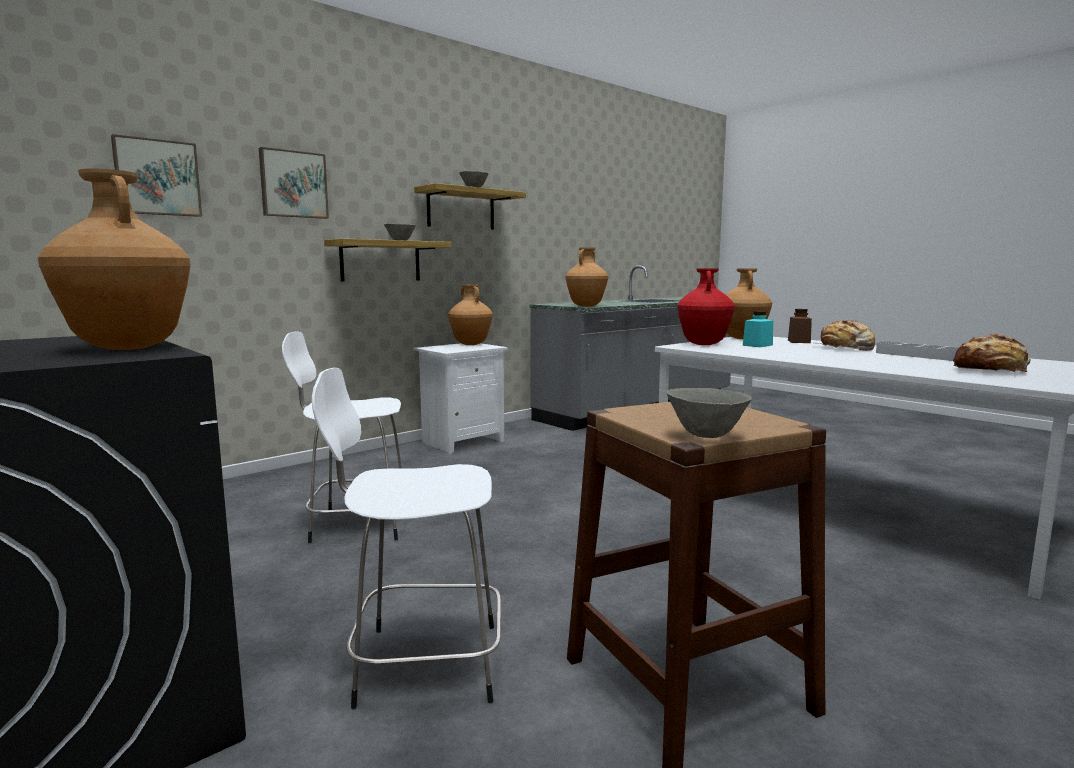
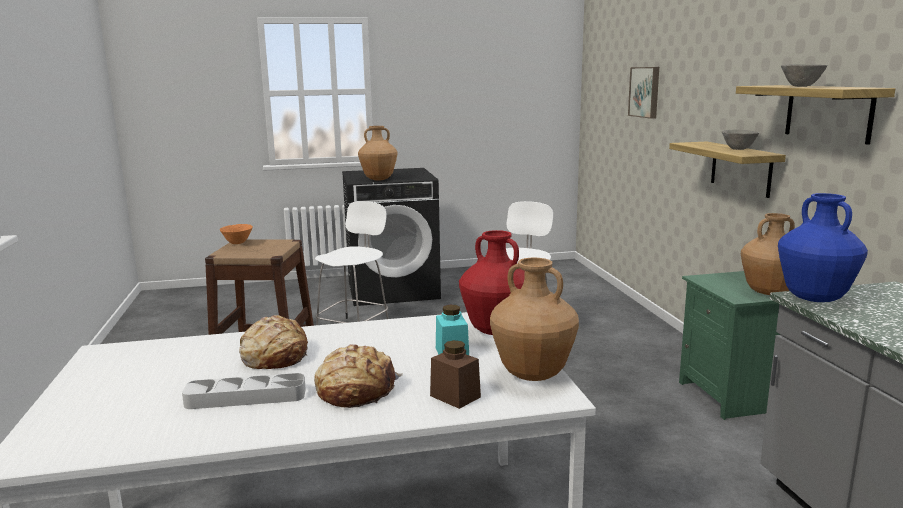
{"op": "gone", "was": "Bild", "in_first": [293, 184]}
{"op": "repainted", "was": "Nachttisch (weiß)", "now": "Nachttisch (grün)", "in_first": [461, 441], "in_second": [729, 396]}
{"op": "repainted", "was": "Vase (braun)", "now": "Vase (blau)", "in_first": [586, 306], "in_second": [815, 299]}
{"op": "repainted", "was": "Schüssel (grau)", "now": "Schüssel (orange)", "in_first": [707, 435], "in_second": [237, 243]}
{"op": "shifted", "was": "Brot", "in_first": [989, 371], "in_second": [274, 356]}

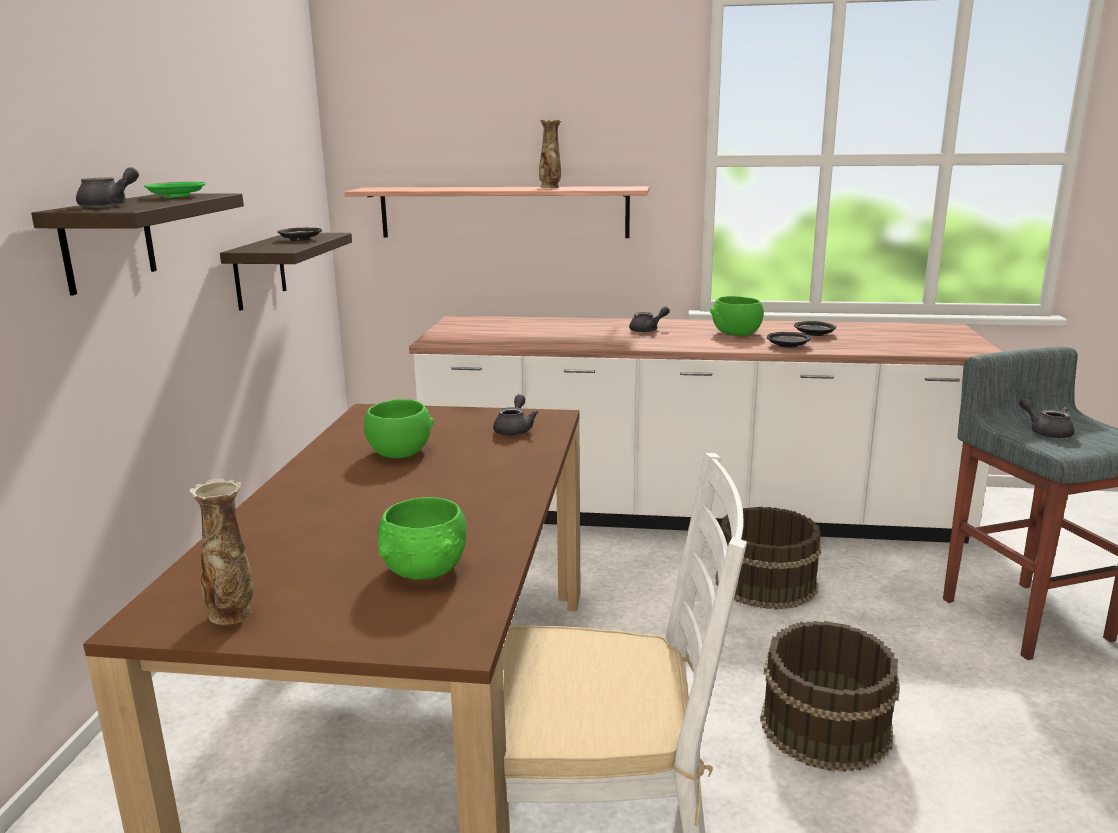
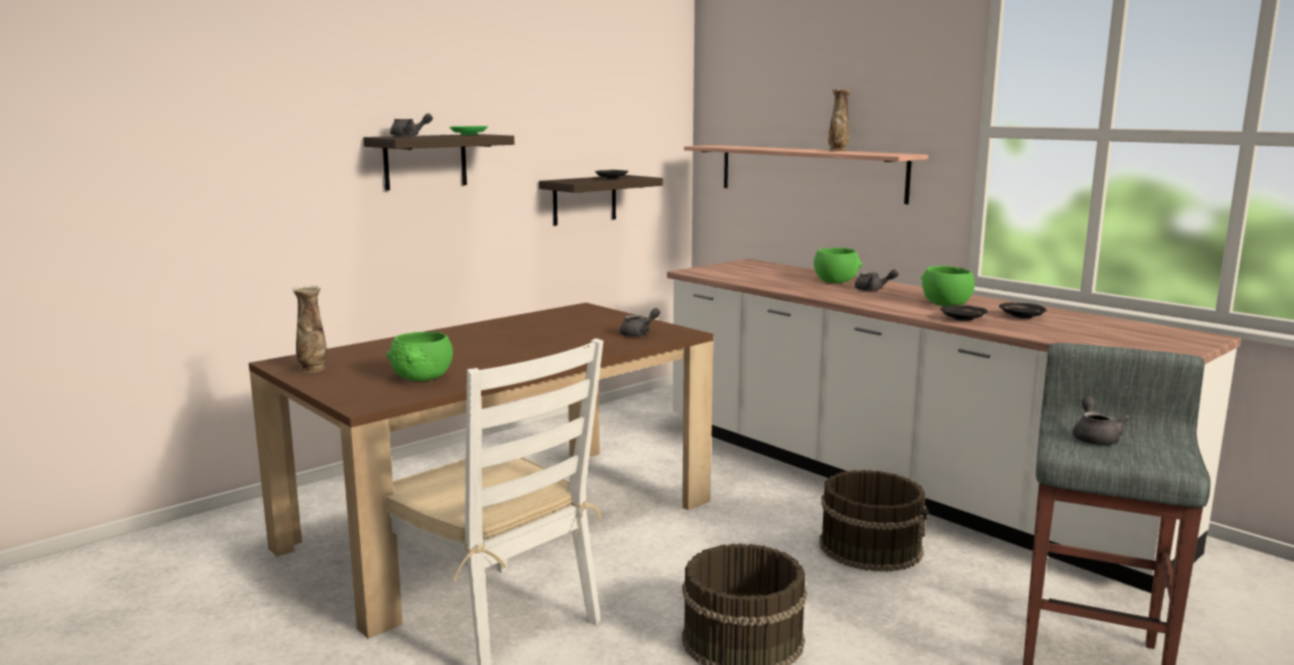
{"op": "shifted", "was": "Schüssel (grün)", "in_first": [399, 452], "in_second": [835, 281]}

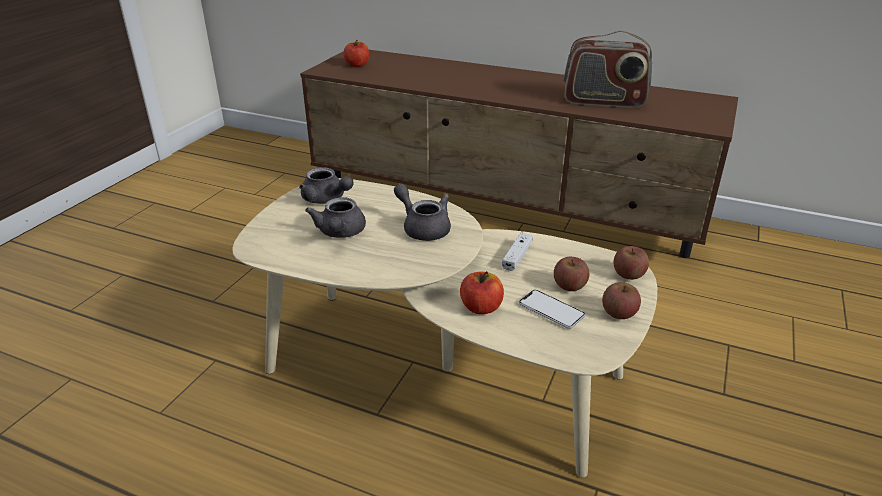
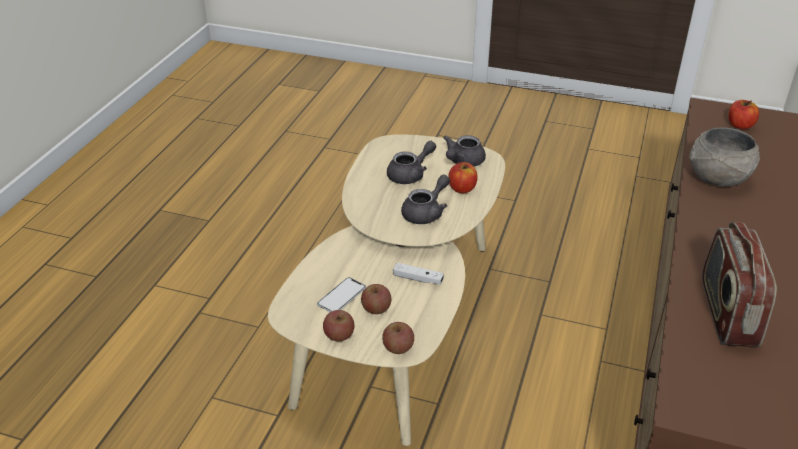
{"op": "rotated", "was": "Teekanne (grau)", "in_first": [340, 233], "in_second": [410, 175], "clockwise": 150}
{"op": "shifted", "was": "Apfel", "in_first": [481, 307], "in_second": [462, 188]}
{"op": "new", "now": "Schüssel (grau)", "in_second": [717, 178]}

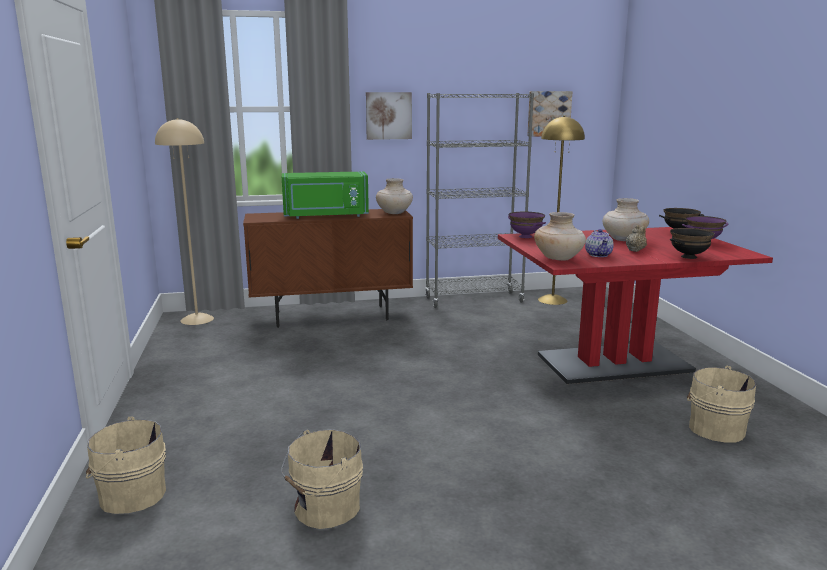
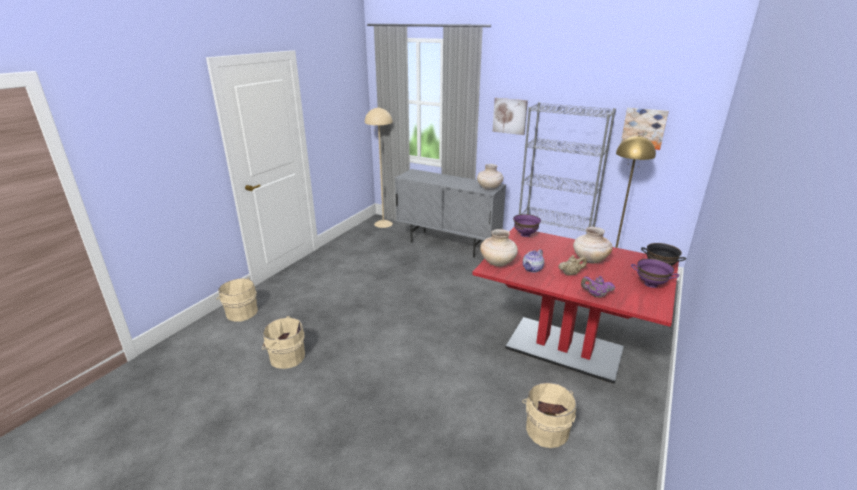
{"op": "repainted", "was": "Schrank (braun)", "now": "Schrank (grau)", "in_first": [332, 316], "in_second": [448, 244]}
{"op": "gone", "was": "Mikrowelle (grün)", "in_first": [326, 216]}
{"op": "swapped", "was": "Schüssel (schwarz)", "now": "Teekanne (lila)", "in_first": [689, 257], "in_second": [595, 295]}

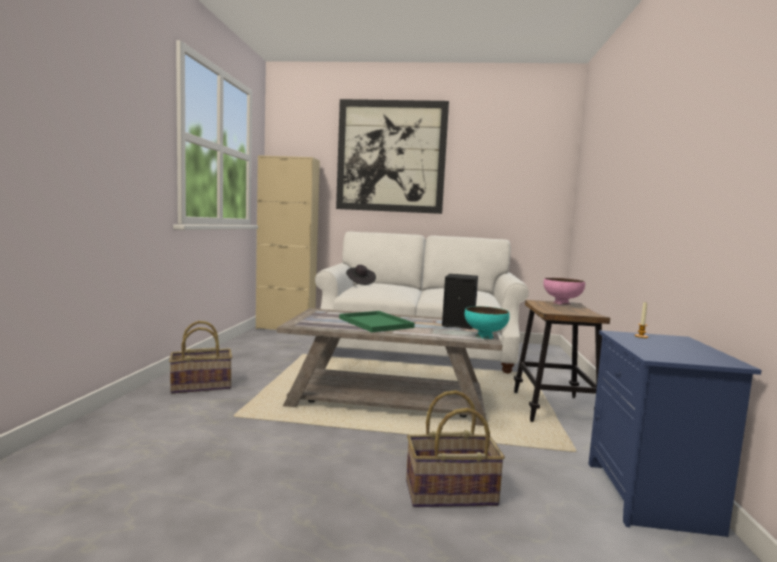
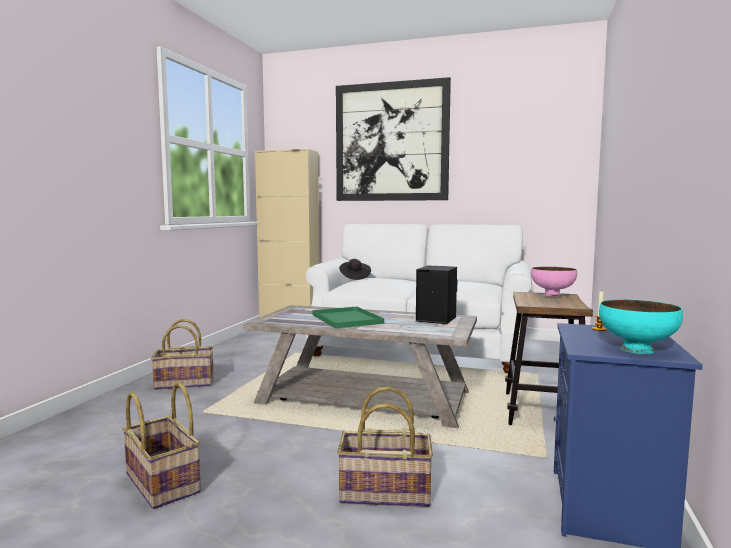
{"op": "shifted", "was": "Schüssel (türkis)", "in_first": [485, 336], "in_second": [637, 349]}
{"op": "new", "now": "Korb", "in_second": [164, 482]}

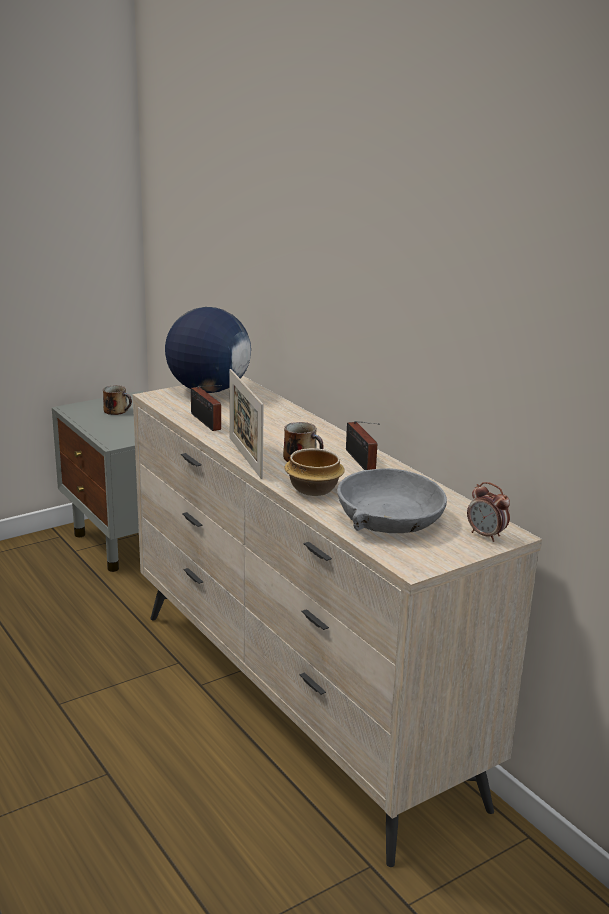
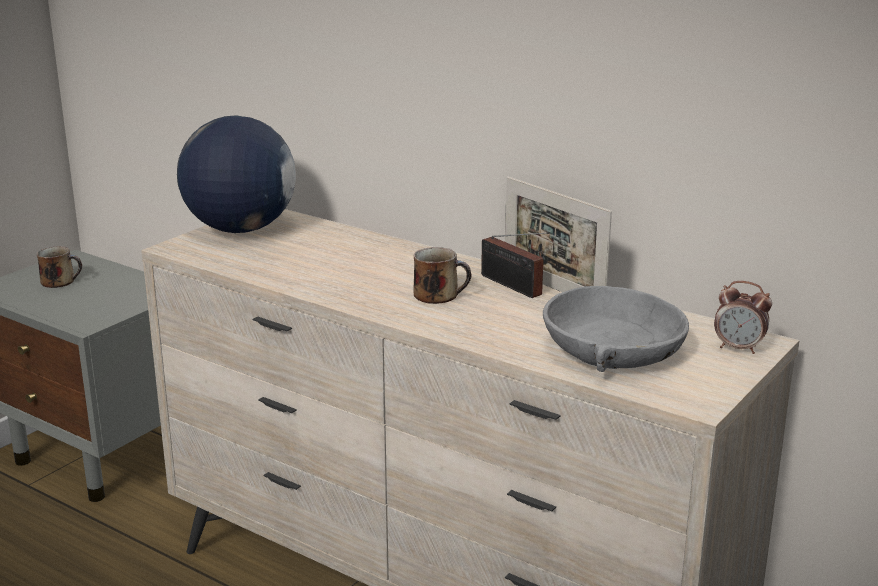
{"op": "gone", "was": "Radio", "in_first": [206, 422]}
{"op": "shifted", "was": "Bilderrahmen", "in_first": [245, 457], "in_second": [552, 288]}
{"op": "gone", "was": "Schüssel", "in_first": [312, 489]}

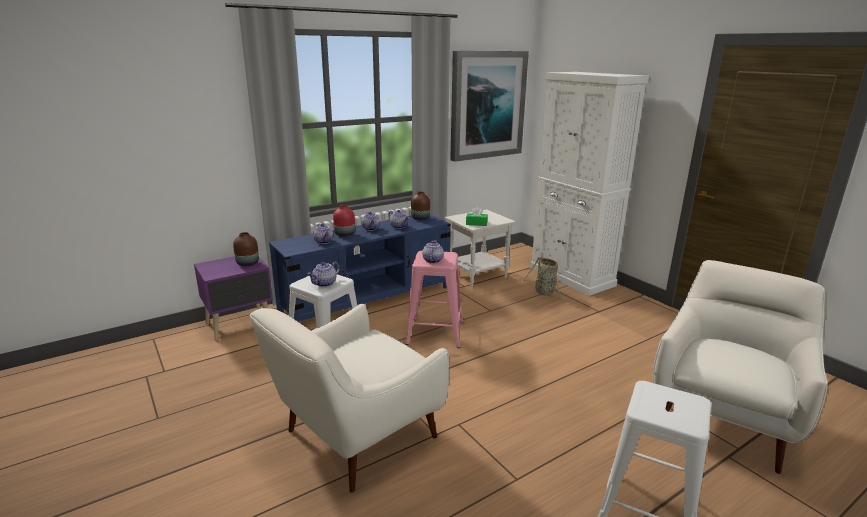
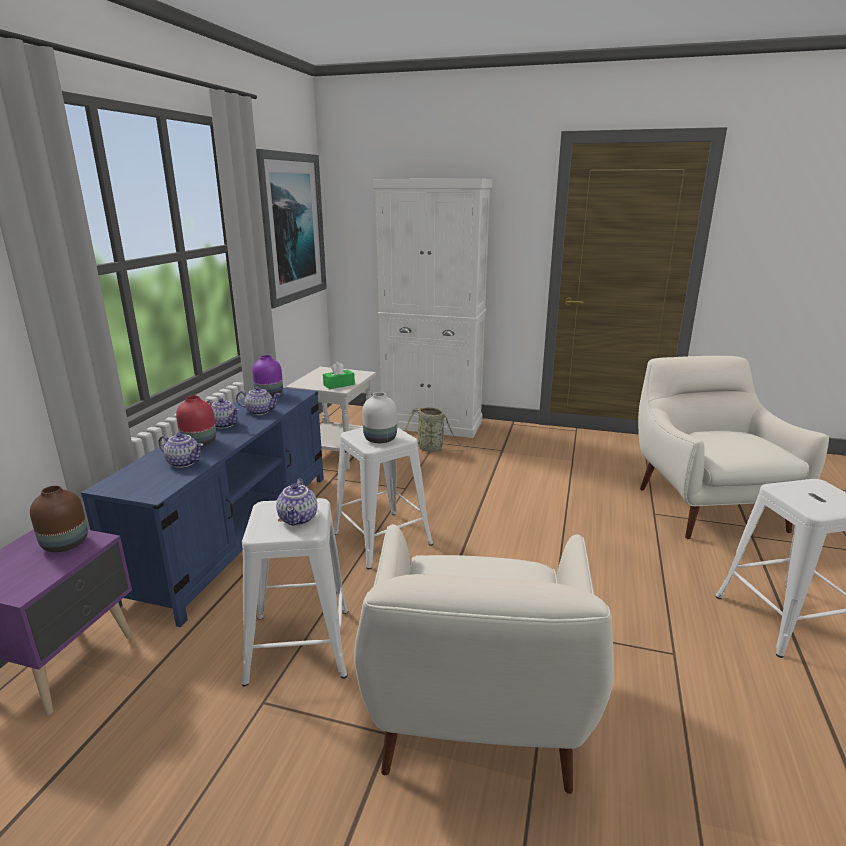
{"op": "repainted", "was": "Hocker (rosa)", "now": "Hocker (weiß)", "in_first": [435, 332], "in_second": [382, 538]}
{"op": "repainted", "was": "Vase (braun)", "now": "Vase (lila)", "in_first": [421, 218], "in_second": [270, 394]}
{"op": "swapped", "was": "Teekanne", "now": "Vase (weiß)", "in_first": [432, 260], "in_second": [380, 439]}

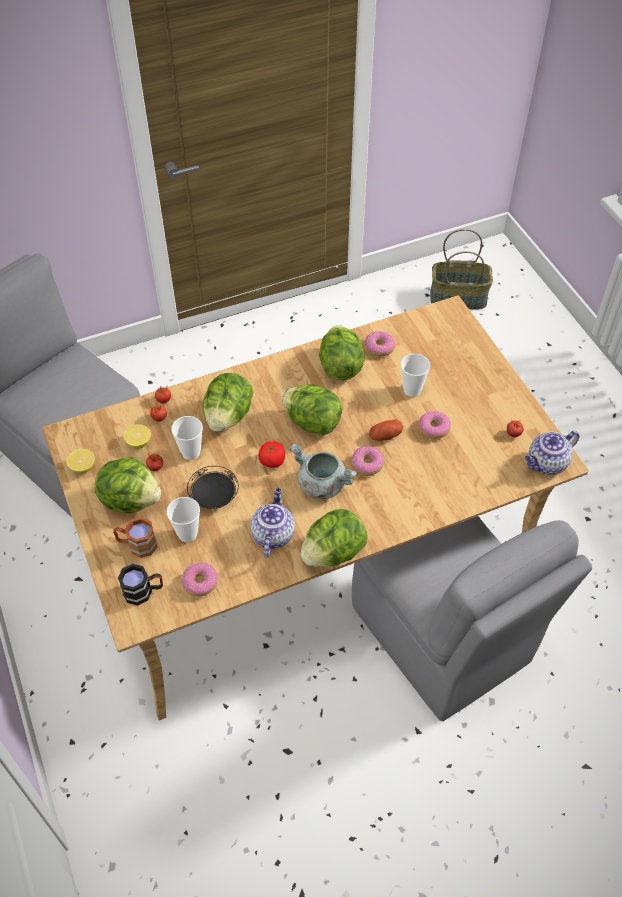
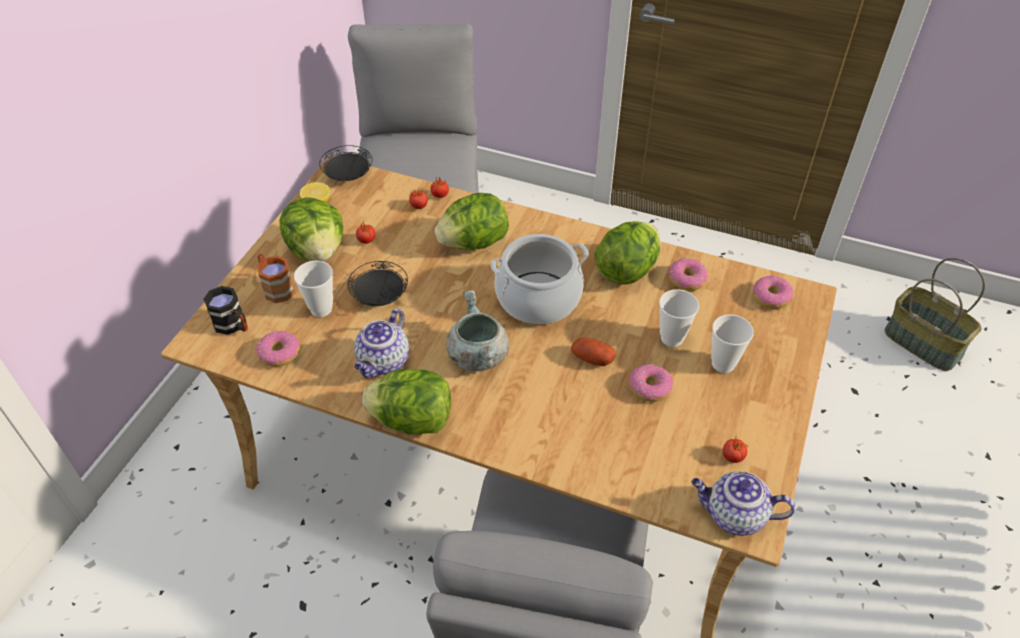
{"op": "gone", "was": "Zitrone", "in_first": [138, 442]}
{"op": "shifted", "was": "Tasse", "in_first": [191, 453], "in_second": [723, 364]}
{"op": "rotated", "was": "Teekanne", "in_first": [272, 534], "in_second": [383, 362], "clockwise": 150}
{"op": "gone", "was": "Tomate", "in_first": [272, 461]}
{"op": "swapped", "was": "Salatkopf", "now": "Kochtopf", "in_first": [312, 423], "in_second": [538, 298]}
{"op": "shifted", "was": "Donut", "in_first": [367, 464], "in_second": [771, 297]}
{"op": "new", "now": "Teller (schwarz)", "in_second": [348, 175]}

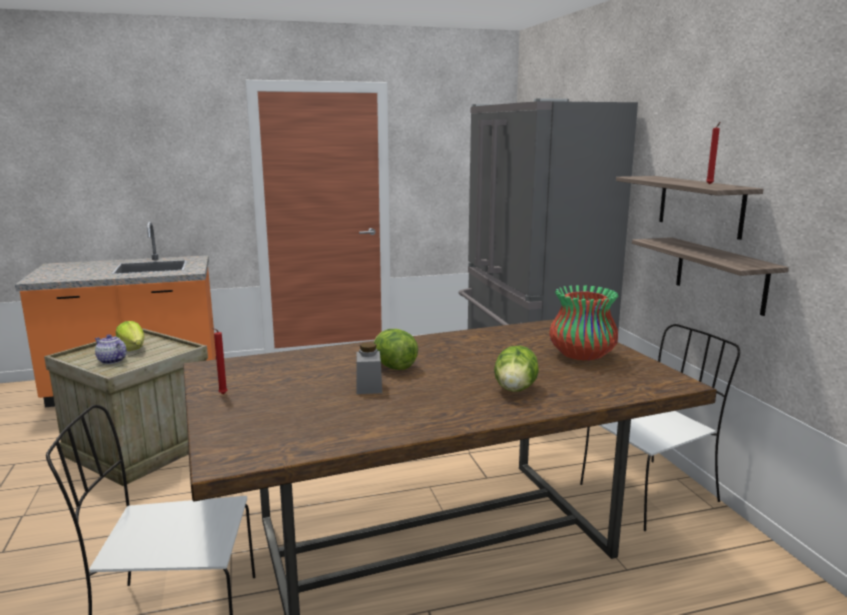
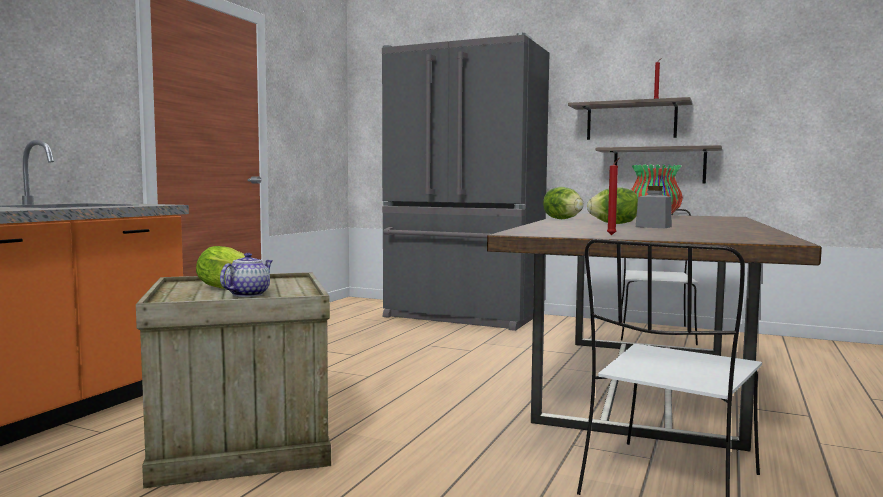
{"op": "rotated", "was": "Teekanne", "in_first": [111, 361], "in_second": [248, 294], "clockwise": 135}
{"op": "shifted", "was": "Salatkopf", "in_first": [515, 389], "in_second": [562, 219]}

